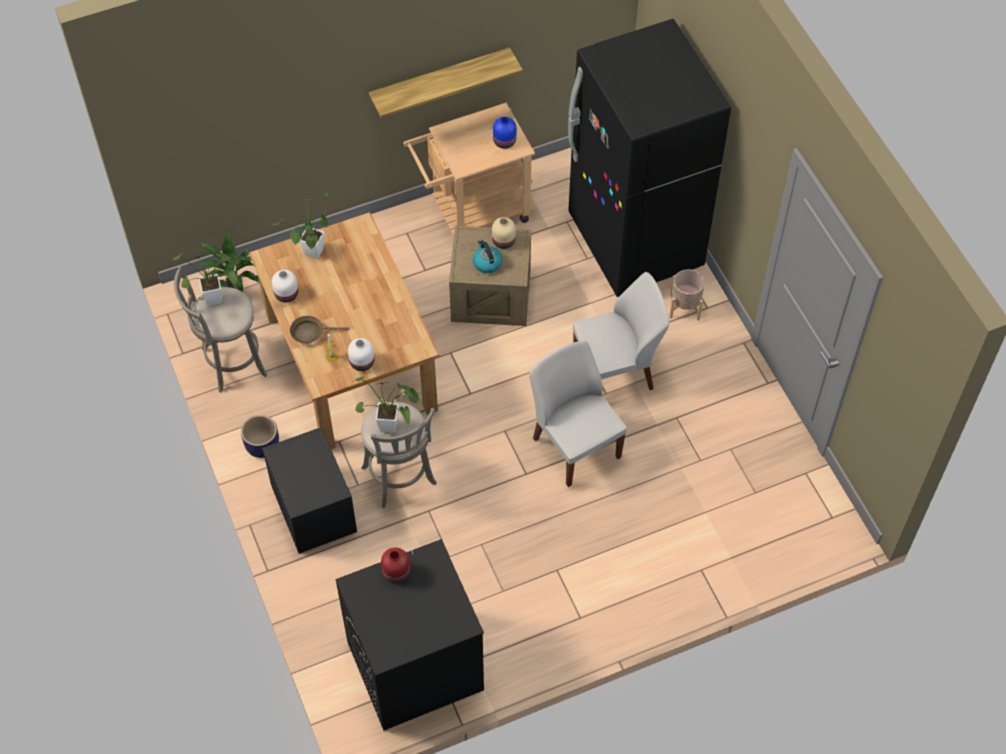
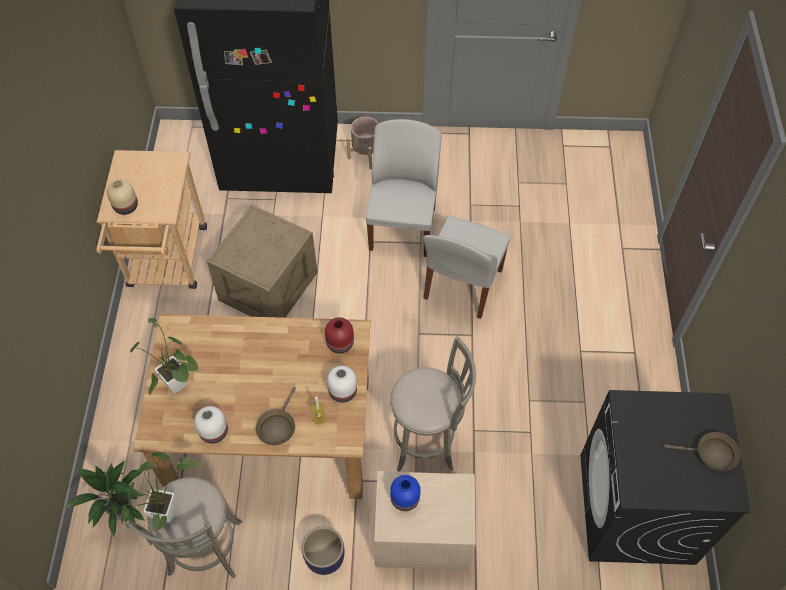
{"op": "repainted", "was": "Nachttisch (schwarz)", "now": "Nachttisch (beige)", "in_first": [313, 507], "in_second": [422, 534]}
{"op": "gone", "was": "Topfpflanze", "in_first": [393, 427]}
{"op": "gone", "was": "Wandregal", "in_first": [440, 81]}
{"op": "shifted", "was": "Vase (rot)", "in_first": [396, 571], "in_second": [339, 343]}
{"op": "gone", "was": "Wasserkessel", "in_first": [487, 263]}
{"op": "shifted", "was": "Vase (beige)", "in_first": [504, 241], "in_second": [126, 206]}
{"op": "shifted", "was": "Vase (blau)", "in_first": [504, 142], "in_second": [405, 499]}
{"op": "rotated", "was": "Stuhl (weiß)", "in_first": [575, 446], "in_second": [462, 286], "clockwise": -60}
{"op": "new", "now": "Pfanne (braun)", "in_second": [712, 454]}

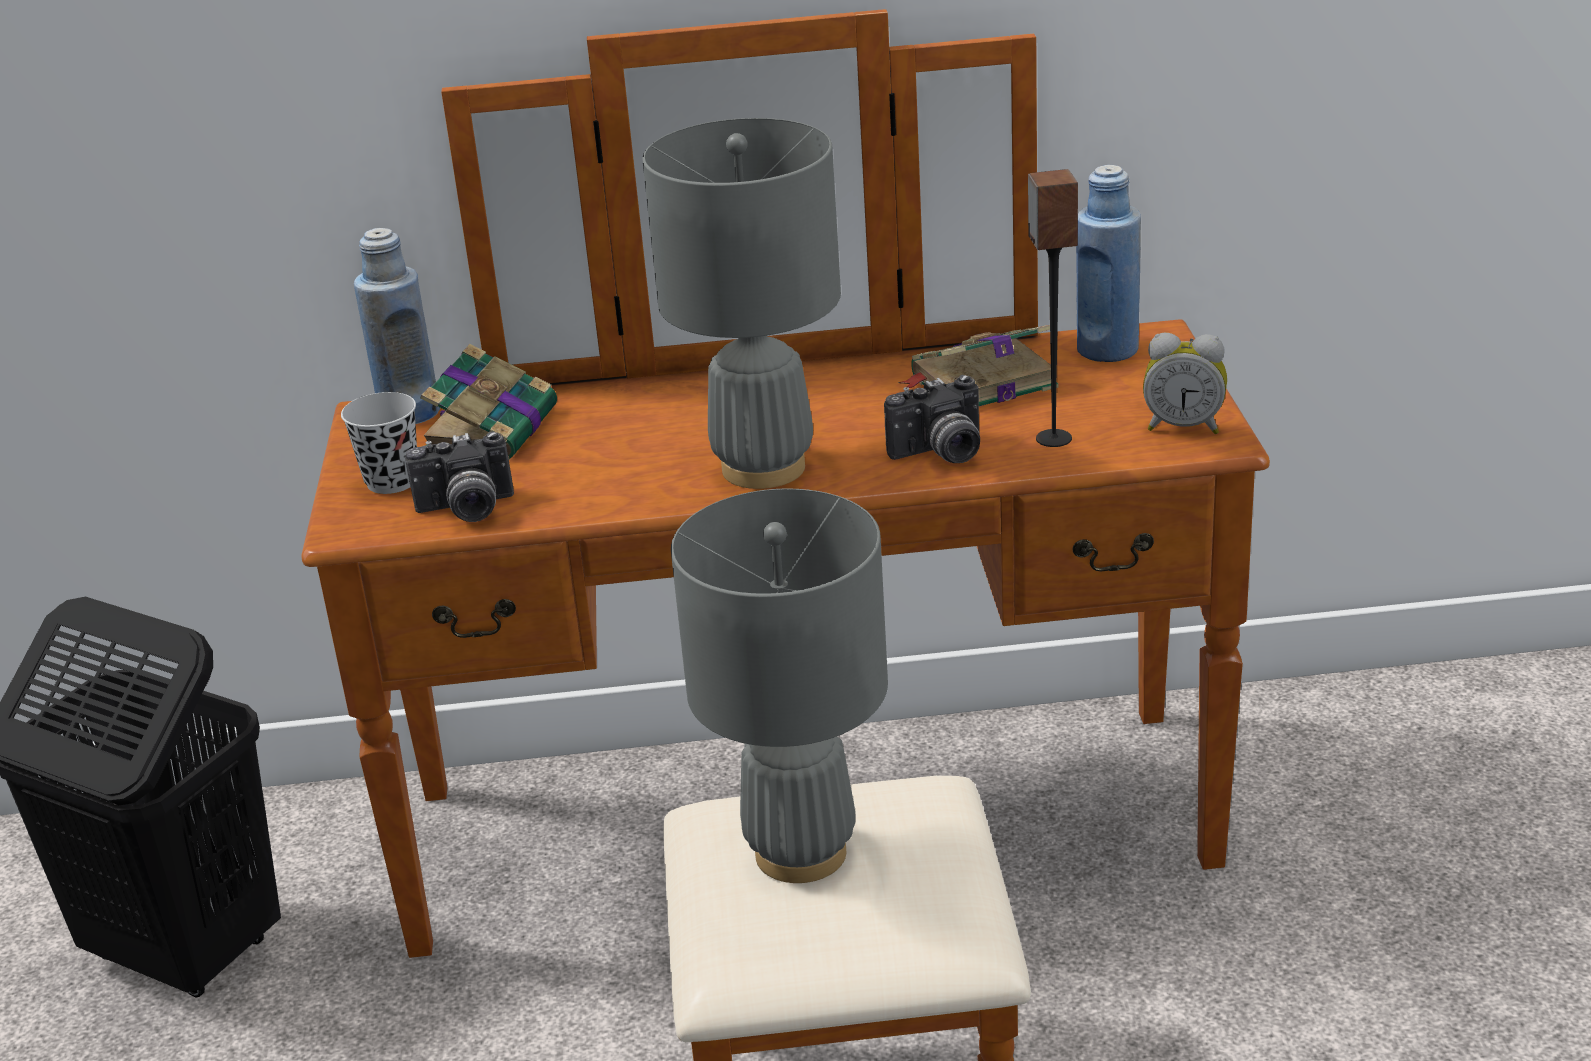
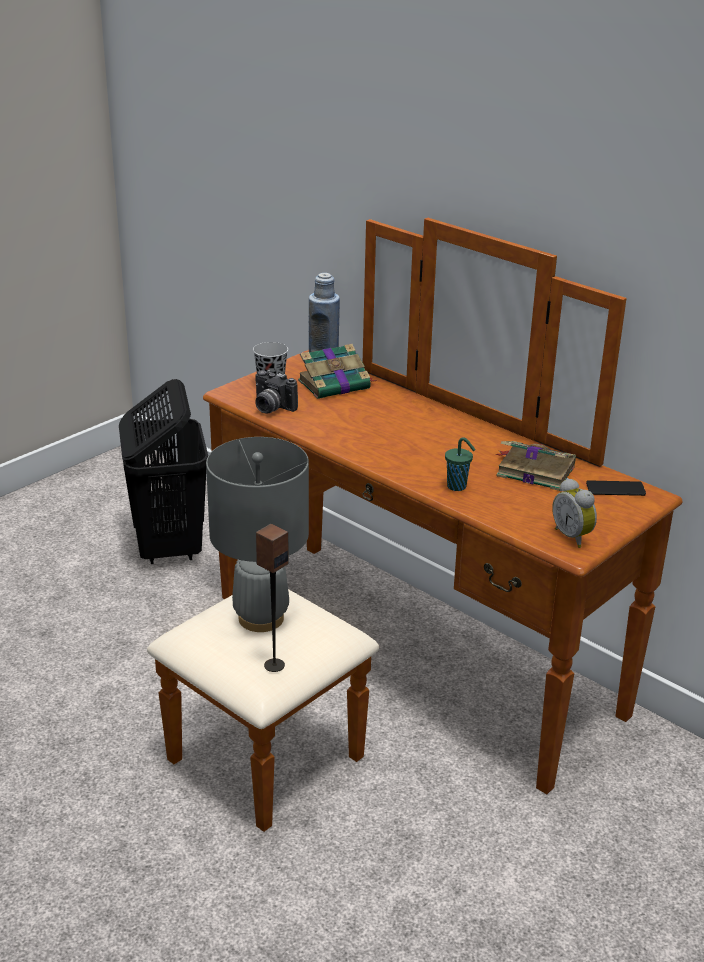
{"op": "gone", "was": "Tischlampe (grau)", "in_first": [764, 468]}
{"op": "swapped", "was": "Kamera", "now": "Tasse (grün)", "in_first": [941, 454], "in_second": [458, 487]}
{"op": "shifted", "was": "Lautsprecher", "in_first": [1053, 438], "in_second": [274, 665]}
{"op": "swapped", "was": "Flasche (blau)", "now": "Handy", "in_first": [1107, 350], "in_second": [615, 489]}

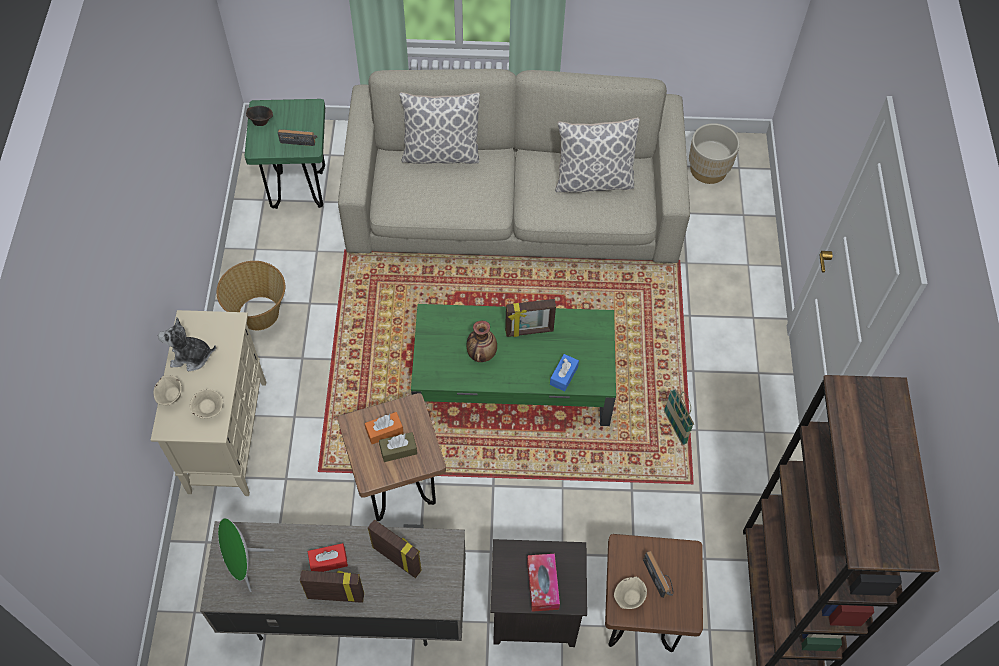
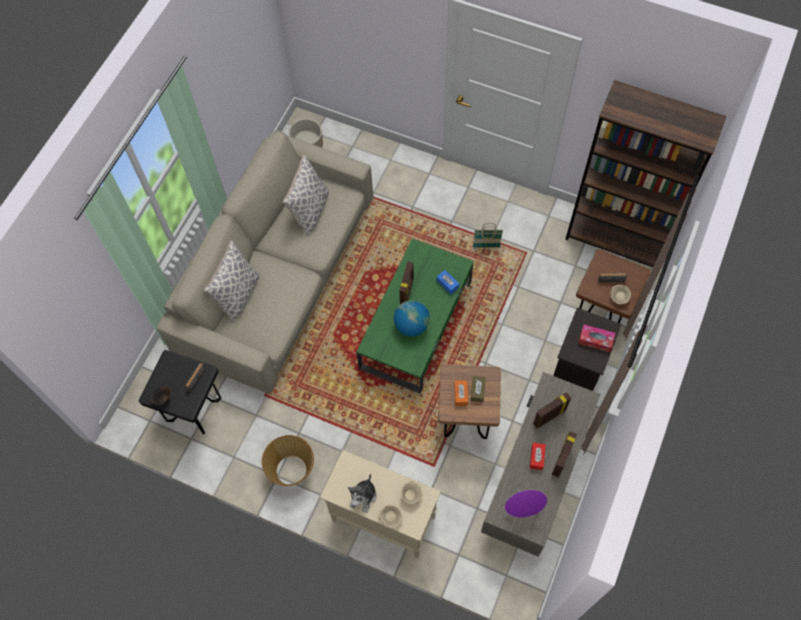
{"op": "repainted", "was": "Lautsprecher (grün)", "now": "Lautsprecher (lila)", "in_first": [245, 565], "in_second": [522, 509]}
{"op": "repainted", "was": "Hocker (grün)", "now": "Hocker (schwarz)", "in_first": [298, 190], "in_second": [195, 411]}
{"op": "swapped", "was": "Vase", "now": "Globus", "in_first": [481, 353], "in_second": [411, 325]}

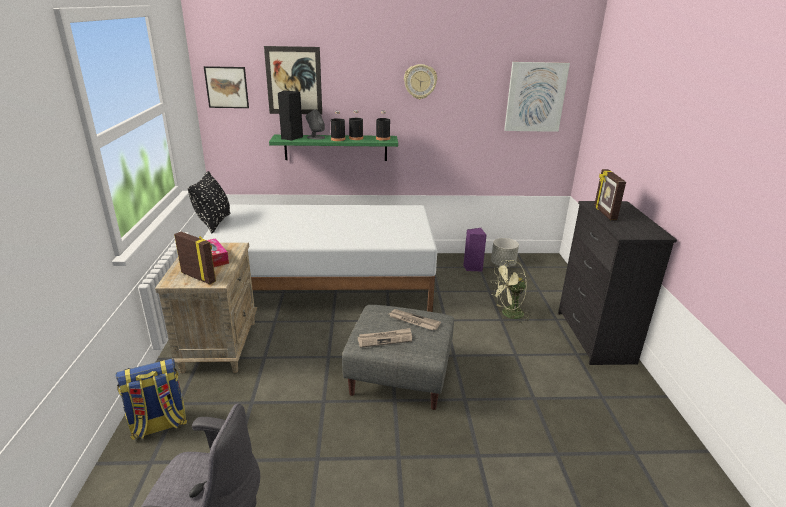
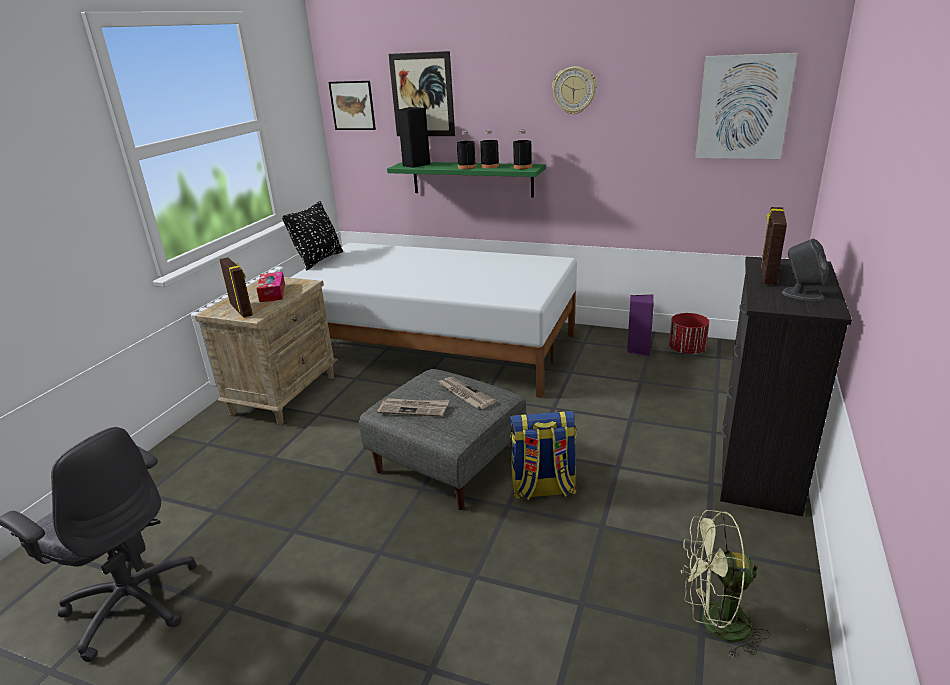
{"op": "shifted", "was": "Rucksack", "in_first": [158, 425], "in_second": [542, 489]}
{"op": "shifted", "was": "Lautsprecher (grau)", "in_first": [315, 137], "in_second": [802, 294]}
{"op": "repainted", "was": "Pflanzkübel (grau)", "now": "Pflanzkübel (rot)", "in_first": [503, 264], "in_second": [687, 350]}
{"op": "shifted", "was": "Ventilator (grün)", "in_first": [508, 314], "in_second": [714, 624]}

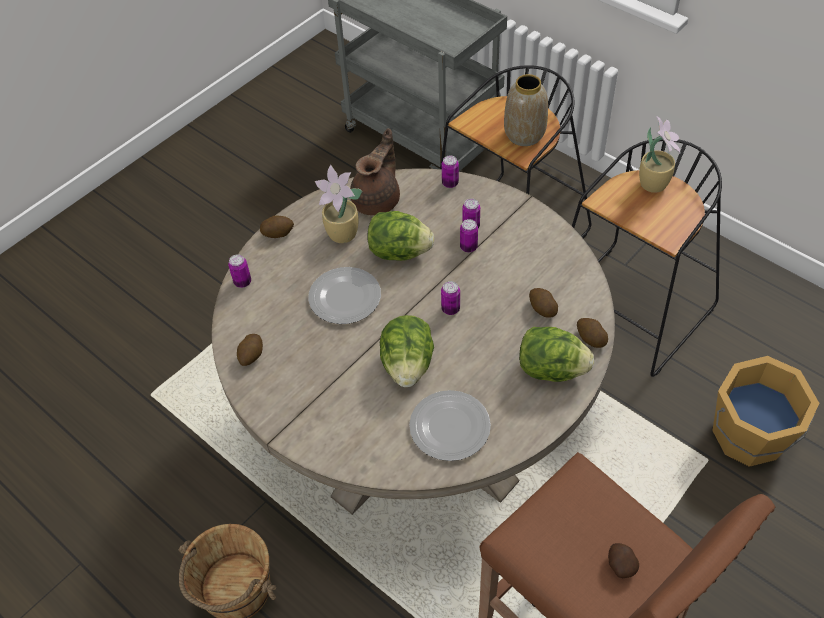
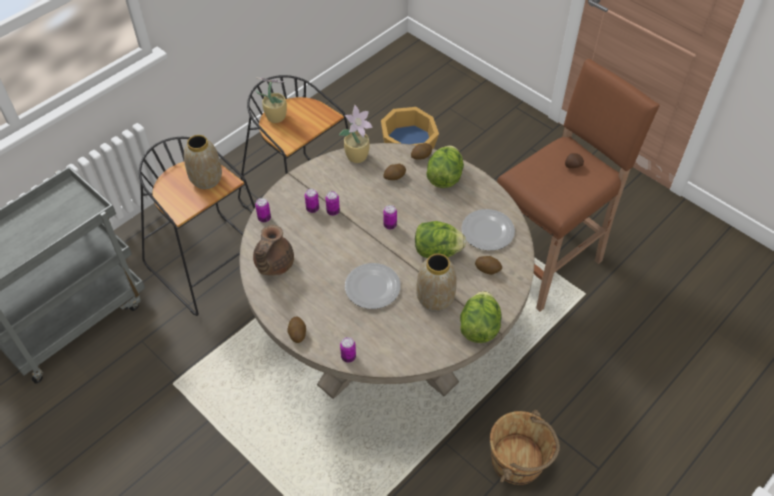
{"op": "shifted", "was": "Kartoffel", "in_first": [251, 356], "in_second": [487, 269]}
{"op": "shifted", "was": "Topfpflanze", "in_first": [343, 235], "in_second": [358, 156]}
{"op": "rotated", "was": "Teekanne (braun)", "in_first": [378, 200], "in_second": [273, 264], "clockwise": -105}
{"op": "shifted", "was": "Salatkopf", "in_first": [399, 252], "in_second": [479, 327]}
{"op": "new", "now": "Vase", "in_second": [434, 299]}

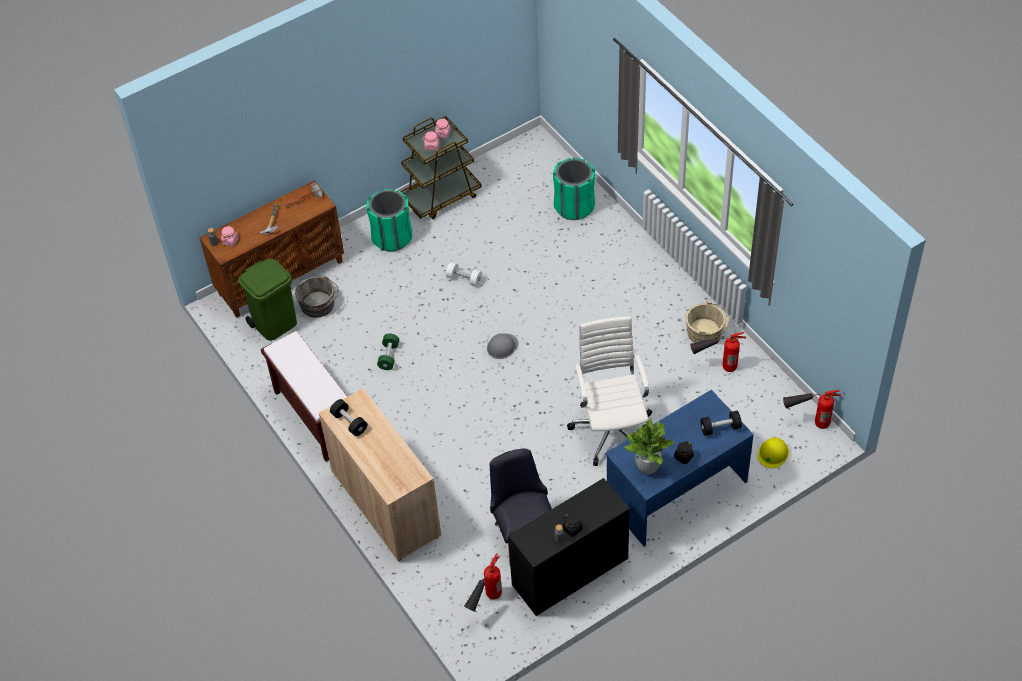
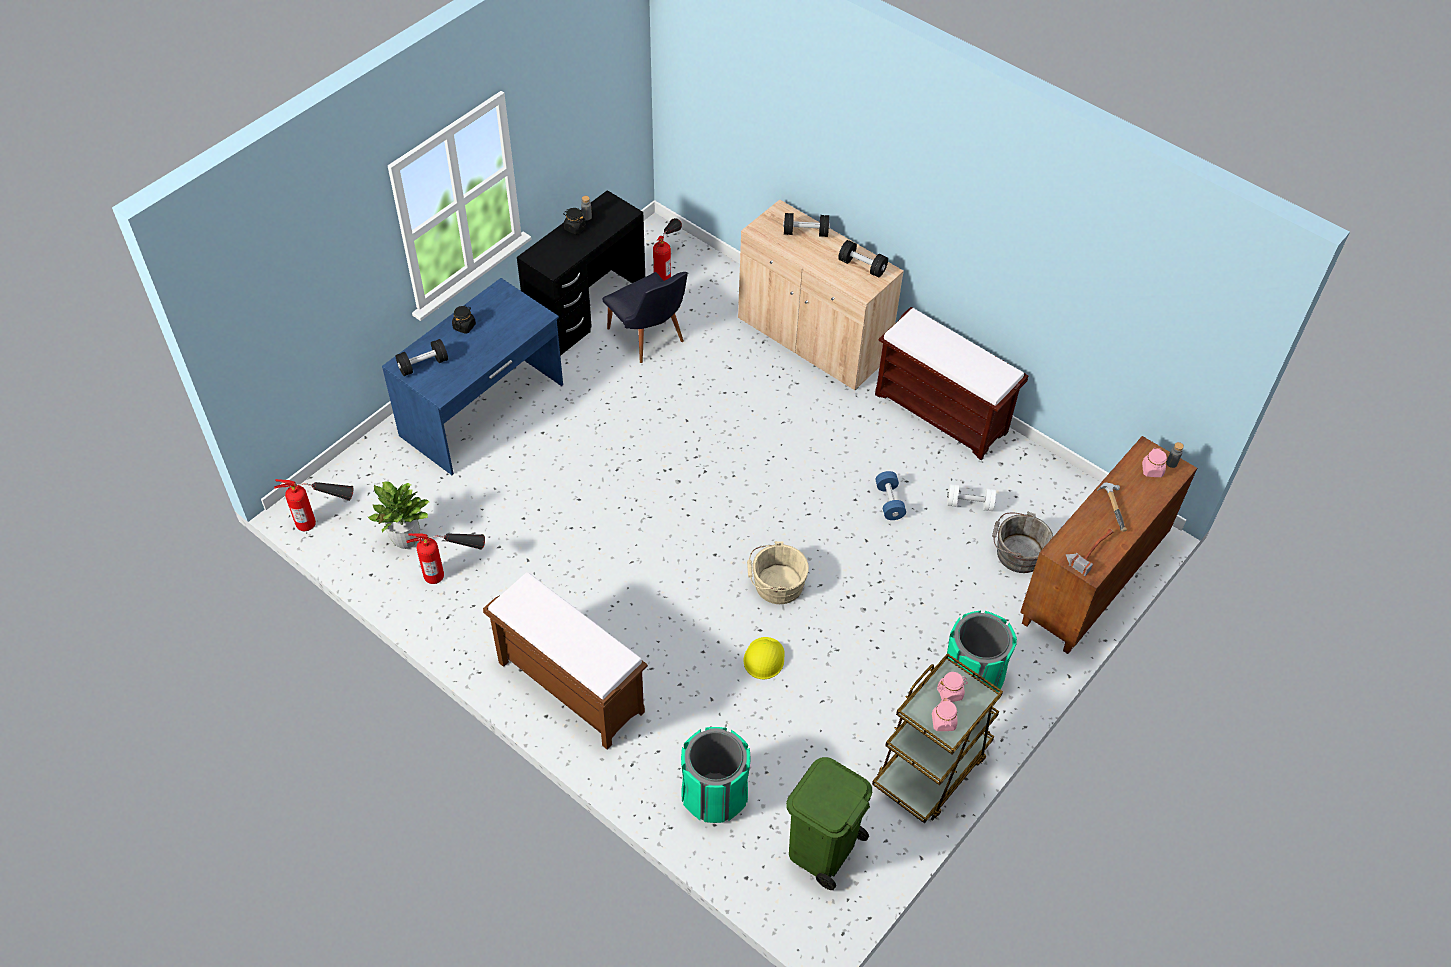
{"op": "shifted", "was": "Mülleimer (grün)", "in_first": [275, 323], "in_second": [822, 849]}
{"op": "repainted", "was": "Hantel (grün)", "now": "Hantel (blau)", "in_first": [389, 356], "in_second": [889, 502]}
{"op": "shifted", "was": "Hantel (weiß)", "in_first": [464, 279], "in_second": [969, 504]}
{"op": "gone", "was": "Schutzhelm (grau)", "in_first": [502, 346]}
{"op": "gone", "was": "Bürostuhl (weiß)", "in_first": [612, 428]}
{"op": "shifted", "was": "Topfpflanze", "in_first": [648, 467], "in_second": [406, 540]}
{"op": "shifted", "was": "Eimer (beige)", "in_first": [706, 332], "in_second": [775, 584]}
{"op": "shifted", "was": "Schutzhelm (gelb)", "in_first": [773, 453], "in_second": [764, 658]}
{"op": "new", "now": "Bank (braun)", "in_second": [569, 687]}
{"op": "new", "now": "Hantel (schwarz)", "in_second": [805, 232]}

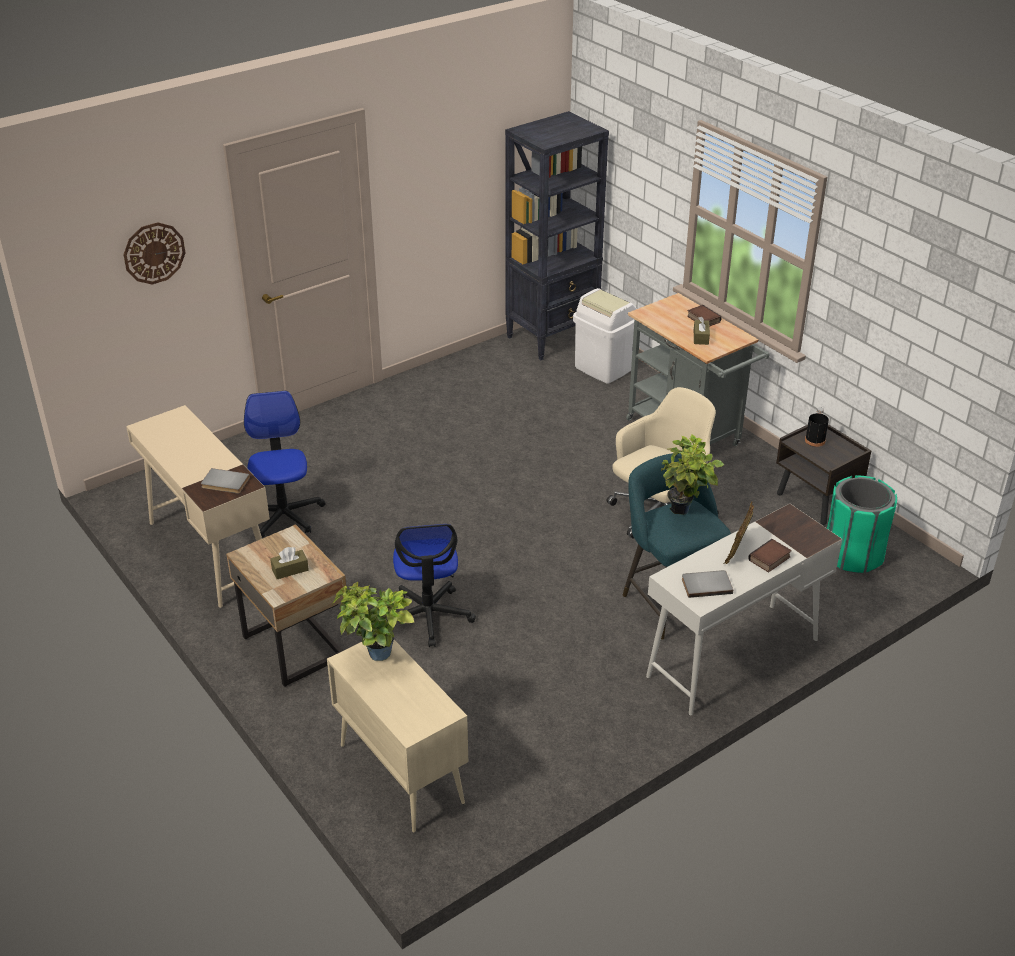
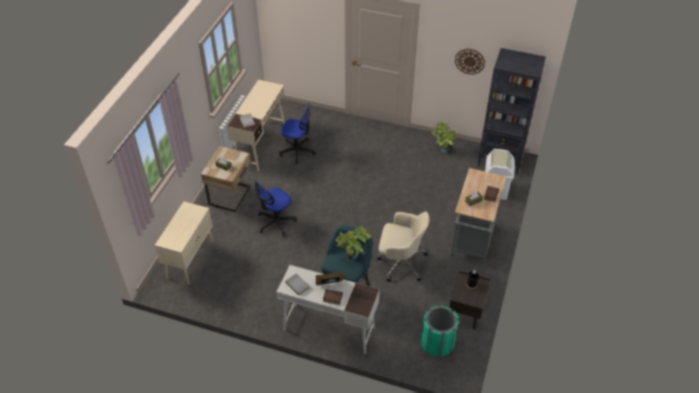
{"op": "shifted", "was": "Wanduhr", "in_first": [154, 253], "in_second": [469, 61]}
{"op": "rotated", "was": "Bürostuhl", "in_first": [283, 515], "in_second": [297, 151], "clockwise": 60}
{"op": "shifted", "was": "Topfpflanze", "in_first": [375, 657], "in_second": [442, 150]}

